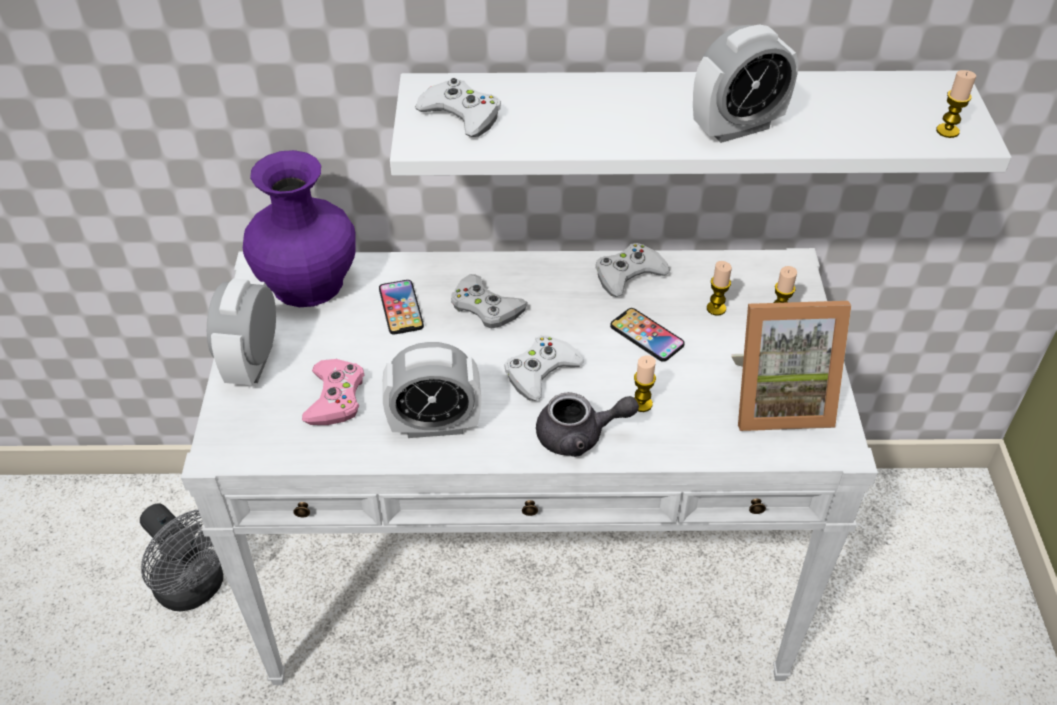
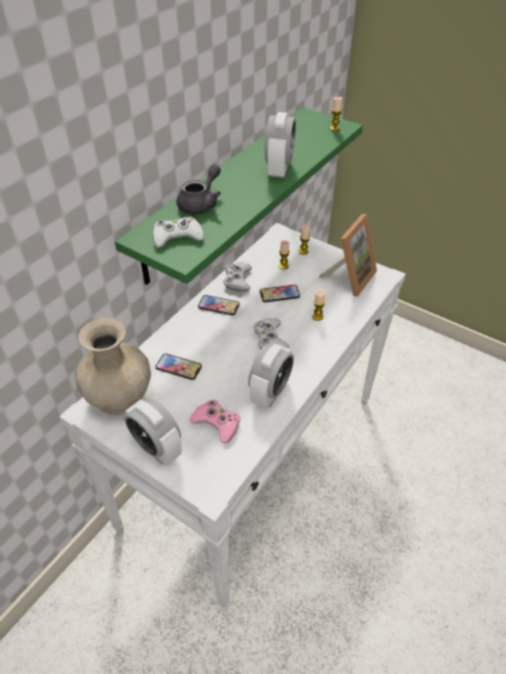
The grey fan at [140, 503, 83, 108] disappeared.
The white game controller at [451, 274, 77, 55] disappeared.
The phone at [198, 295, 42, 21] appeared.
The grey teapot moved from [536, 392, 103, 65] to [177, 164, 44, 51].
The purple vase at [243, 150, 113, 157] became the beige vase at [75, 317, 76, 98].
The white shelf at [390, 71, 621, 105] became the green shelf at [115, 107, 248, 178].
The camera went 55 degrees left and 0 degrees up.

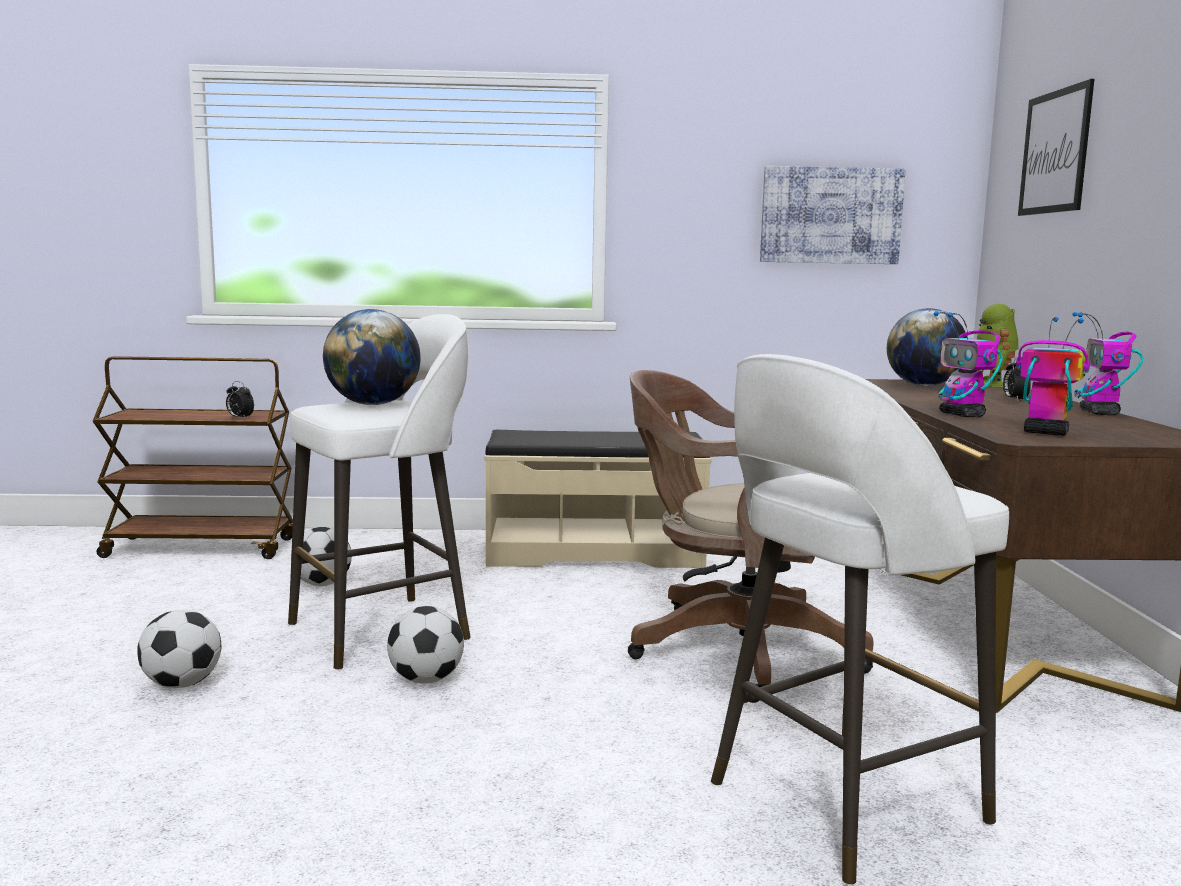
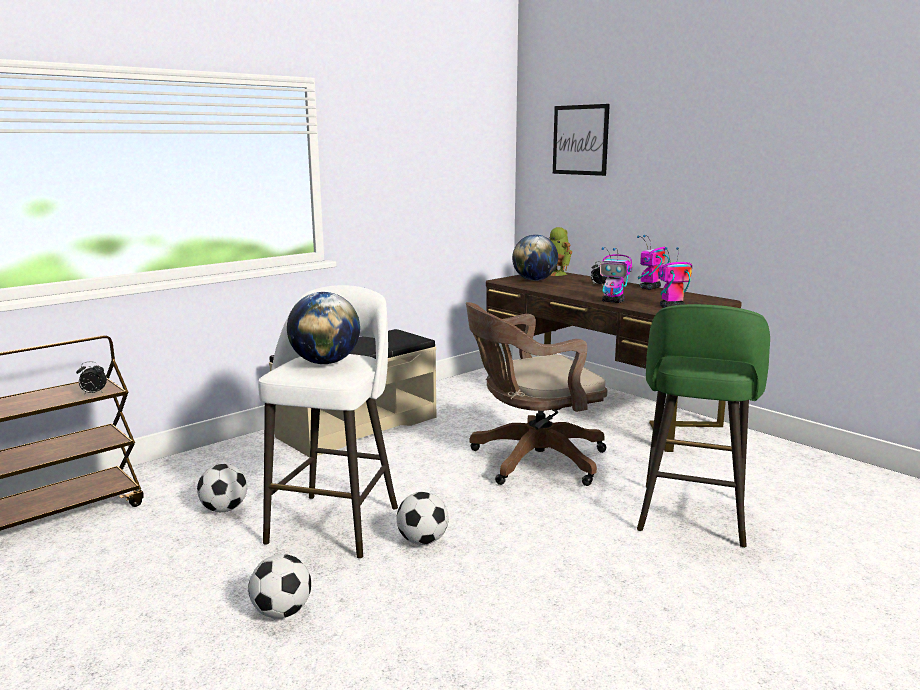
The picture at [760, 166, 146, 98] disappeared.
The white stool at [711, 354, 298, 531] became the green stool at [637, 304, 133, 244].
The toy robot at [1072, 312, 72, 103] turned 75 degrees clockwise.
The camera went 40 degrees left and 5 degrees up.

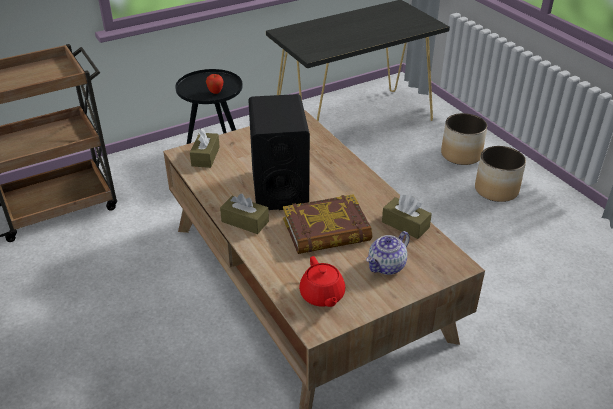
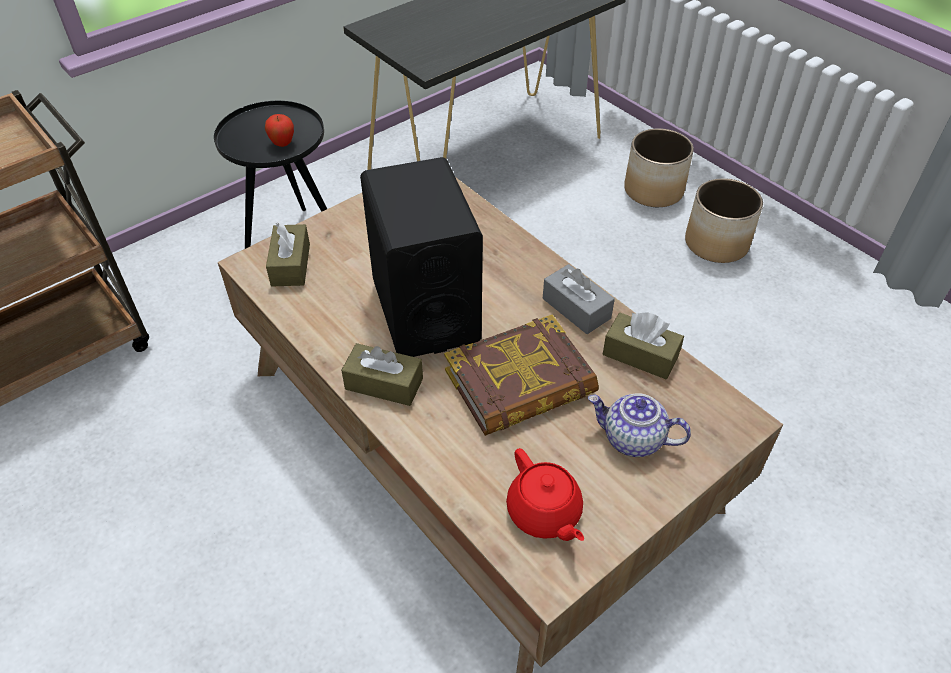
The grey tissue box at [543, 264, 72, 70] appeared.
The teapot at [366, 231, 44, 44] turned 75 degrees clockwise.
The camera went 10 degrees left and 10 degrees up.

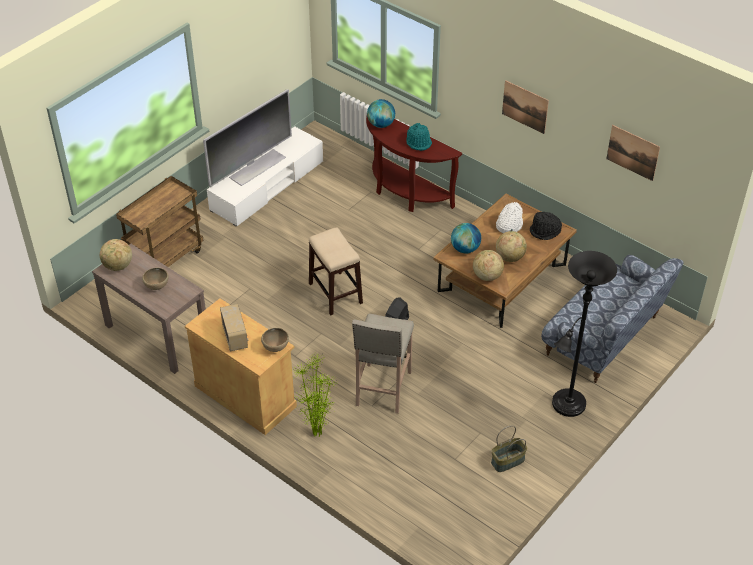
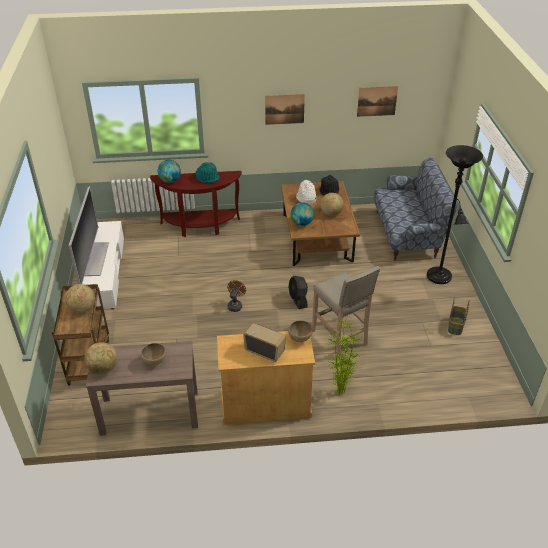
The globe moved from [473, 250, 31, 31] to [65, 284, 30, 29].
The stool at [309, 228, 54, 87] was replaced by the brown fan at [227, 280, 19, 32].
The camera went 45 degrees left and 5 degrees down.

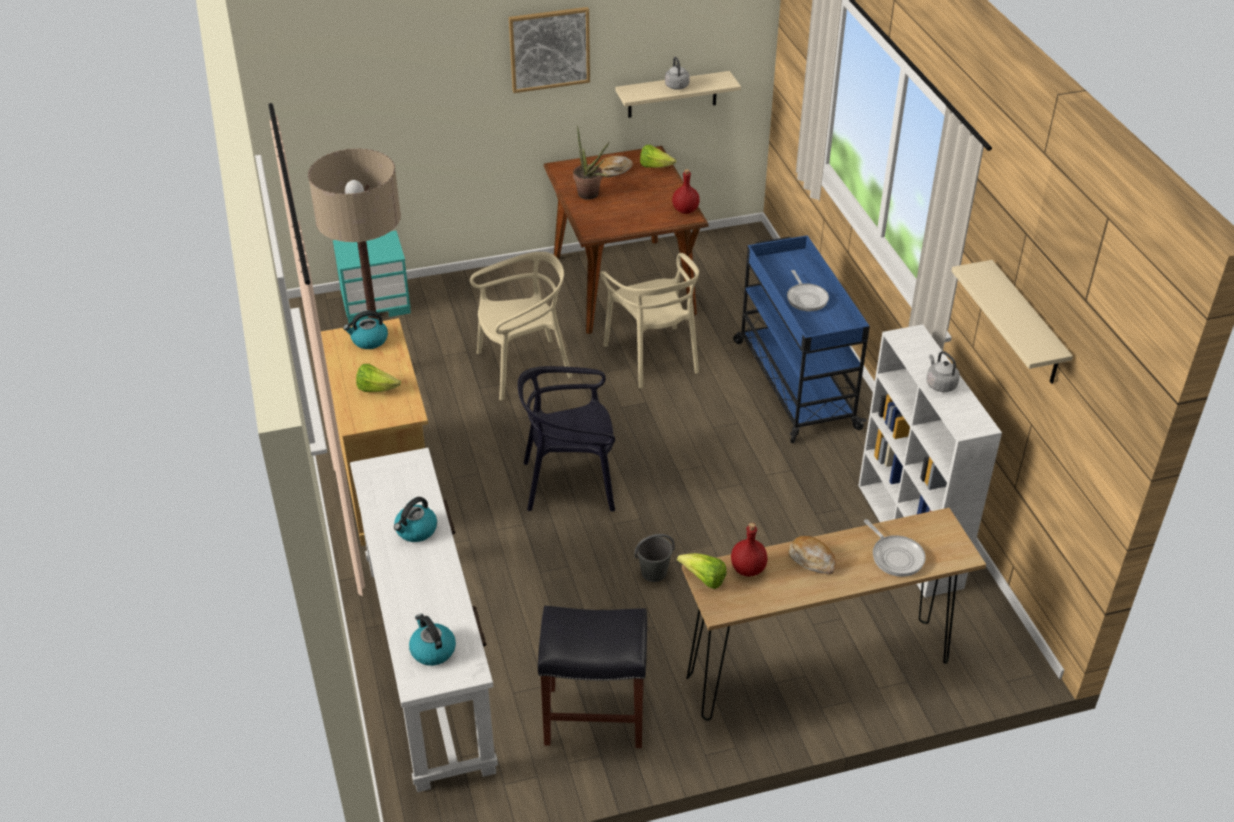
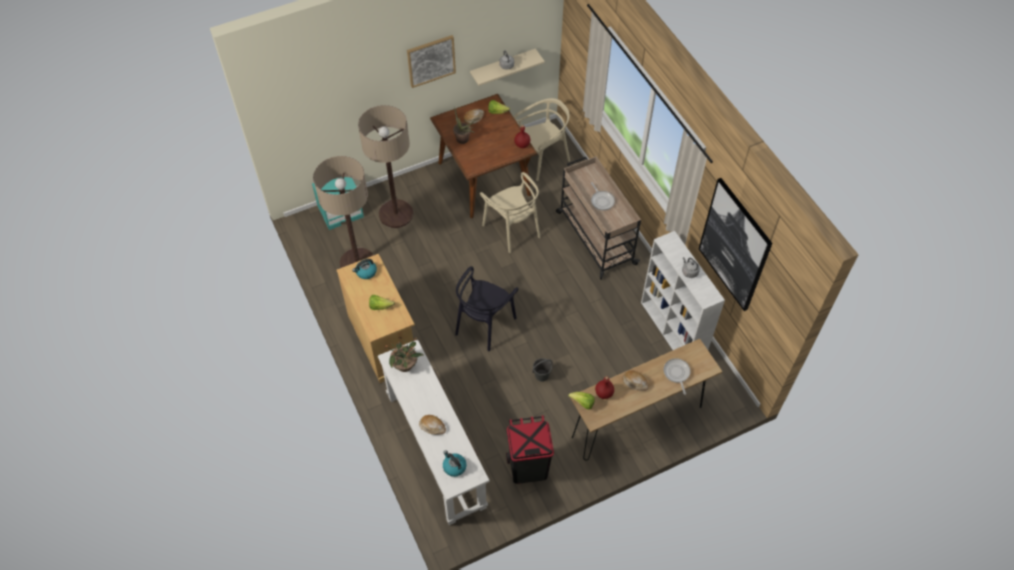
The kettle at [394, 497, 43, 45] disappeared.
The floor lamp at [358, 105, 55, 123] appeared.
The potted plant at [384, 336, 40, 36] appeared.
The bread at [419, 415, 27, 20] appeared.
The beige chair moved from [470, 252, 102, 148] to [514, 98, 56, 83].
The black stool at [538, 606, 109, 142] was replaced by the black trash can at [506, 415, 48, 69].
The beige shelf at [952, 260, 121, 124] was replaced by the picture at [699, 178, 73, 133].
The blue cart at [733, 235, 137, 208] became the beige cart at [556, 156, 85, 124].
The black chair at [518, 366, 97, 145] turned 45 degrees counterclockwise.
The frying pan at [864, 519, 62, 58] turned 150 degrees counterclockwise.
The camera went 10 degrees left and 15 degrees up.

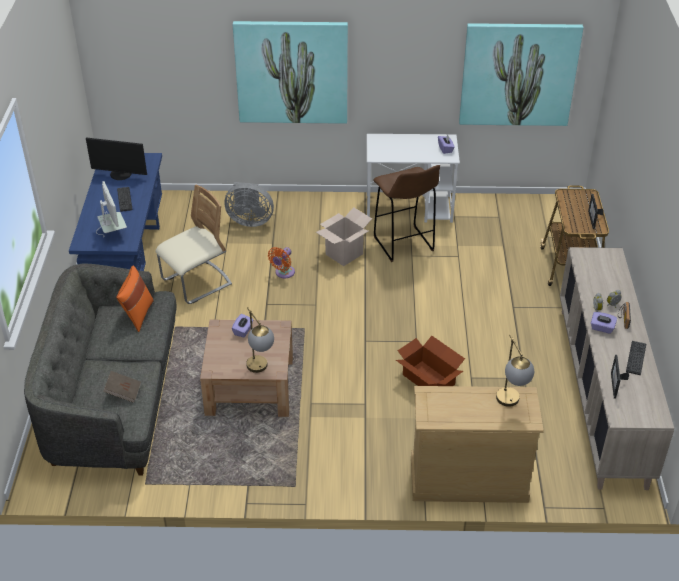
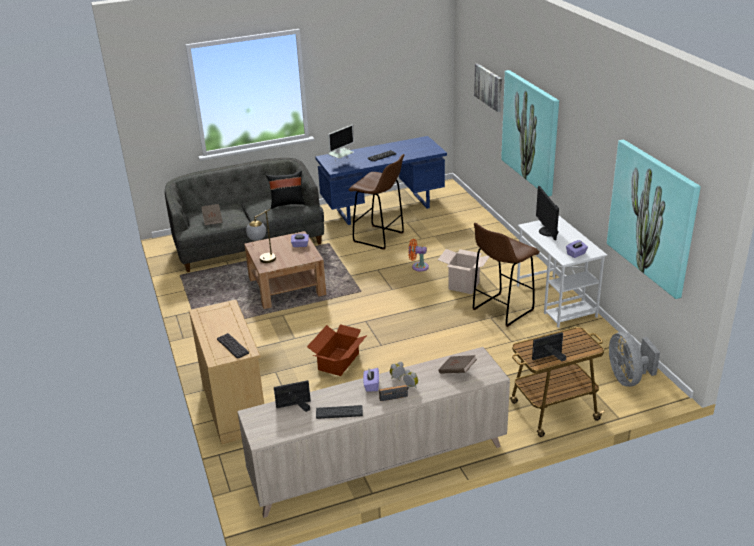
The brown book at [438, 355, 39, 19] appeared.
The picture at [474, 63, 28, 49] appeared.
The monitor moved from [86, 138, 61, 42] to [536, 186, 23, 55].
The grey fan moved from [224, 182, 50, 45] to [609, 332, 51, 55].
The beige chair at [155, 185, 77, 119] was replaced by the brown stool at [349, 154, 55, 96].
The table lamp at [496, 335, 38, 72] was replaced by the keyboard at [217, 333, 32, 26].
The orange pillow at [116, 266, 38, 66] became the black pillow at [266, 171, 39, 38].
The camera went 70 degrees right and 10 degrees down.

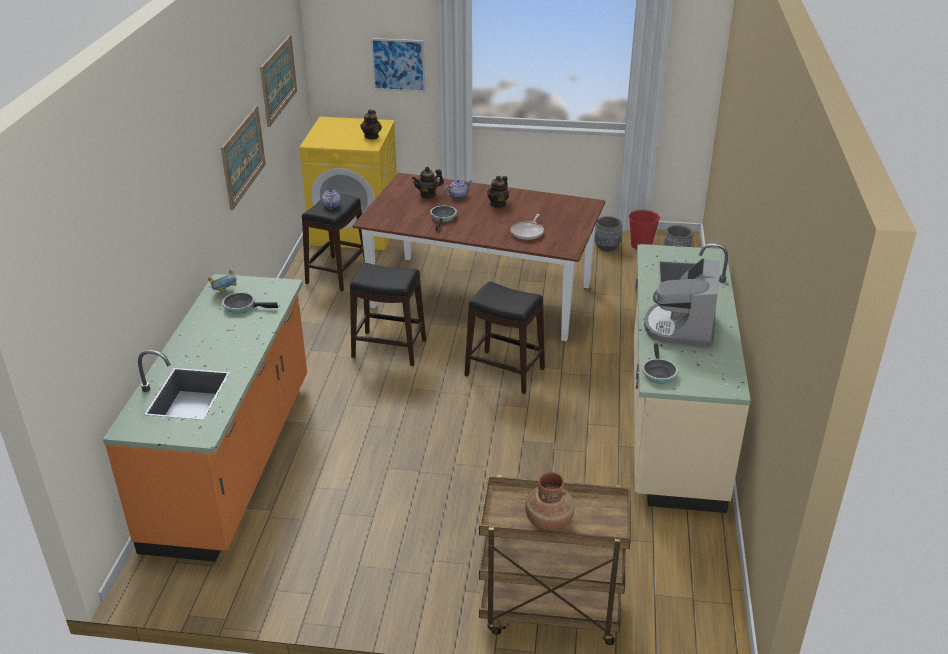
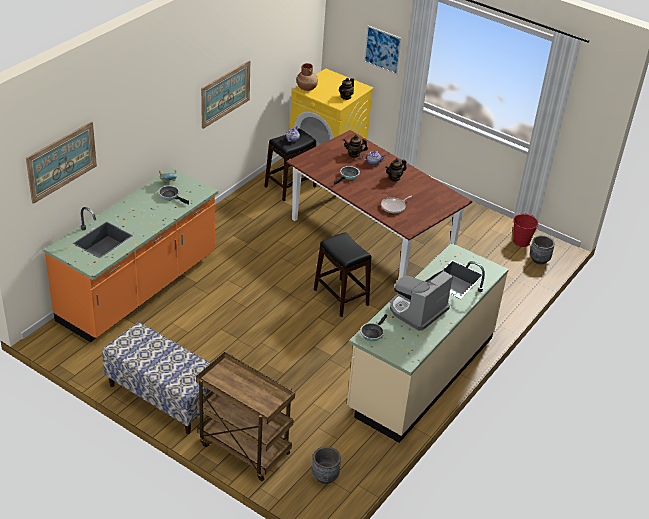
The black stool at [350, 263, 76, 103] disappeared.
The bench at [102, 322, 109, 112] appeared.
The picture moved from [260, 35, 37, 92] to [26, 122, 71, 82].
The brown vase moved from [525, 472, 50, 59] to [297, 63, 21, 28].
The grey planter moved from [594, 216, 29, 35] to [312, 446, 29, 38].
The camera went 25 degrees right and 5 degrees up.

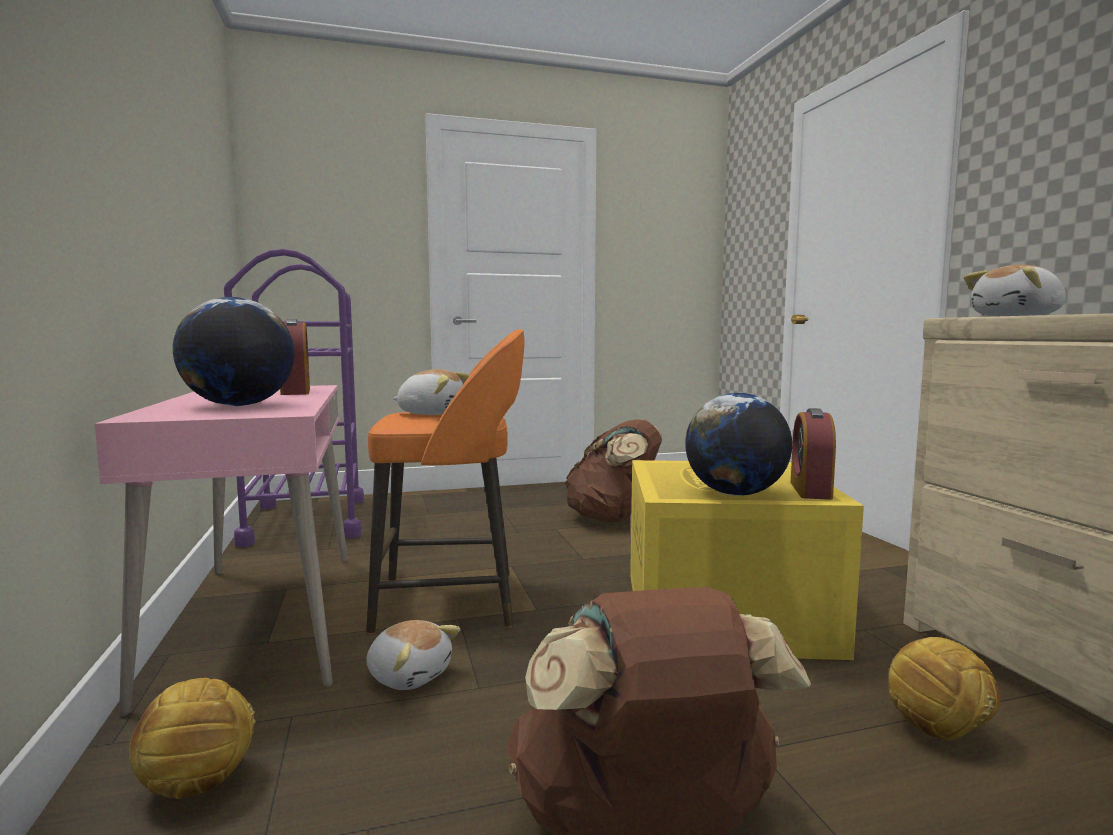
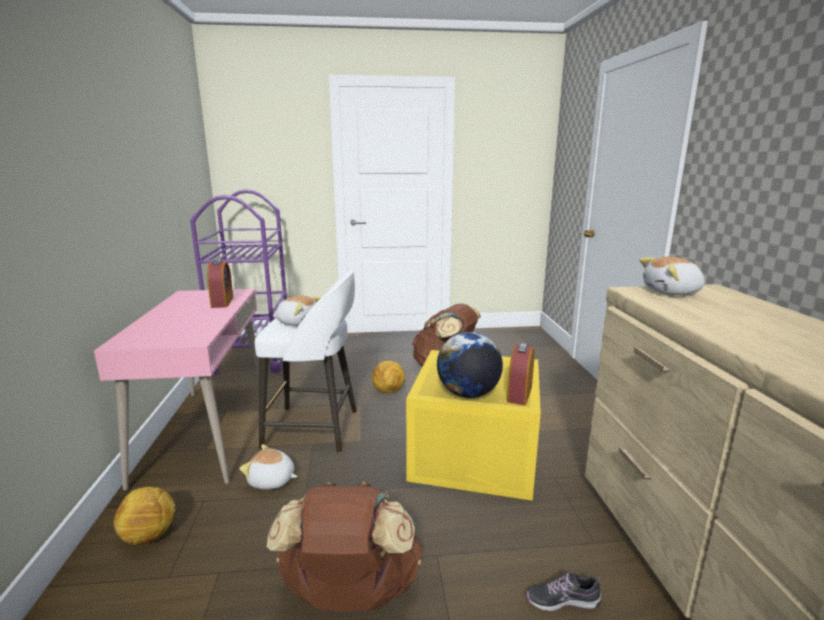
The globe at [173, 297, 121, 109] disappeared.
The shoe at [526, 573, 75, 38] appeared.
The football moved from [889, 637, 111, 103] to [372, 361, 33, 33].
The orange stool at [366, 329, 158, 305] became the white stool at [255, 270, 102, 183].
The plush toy at [366, 620, 95, 70] turned 150 degrees clockwise.
The camera went 10 degrees right and 10 degrees up.

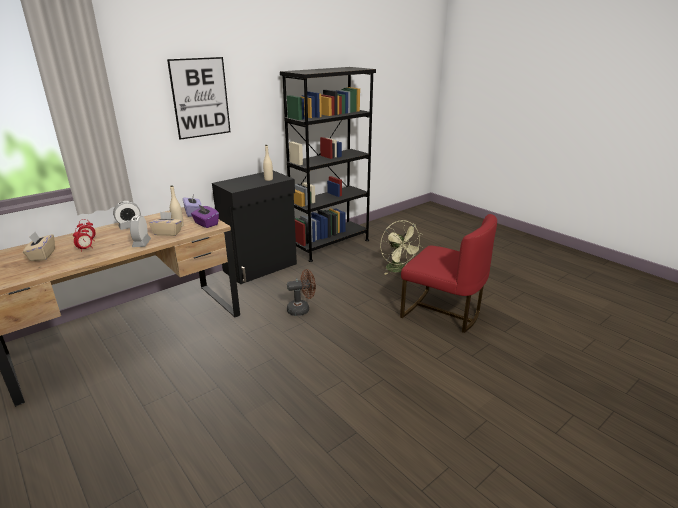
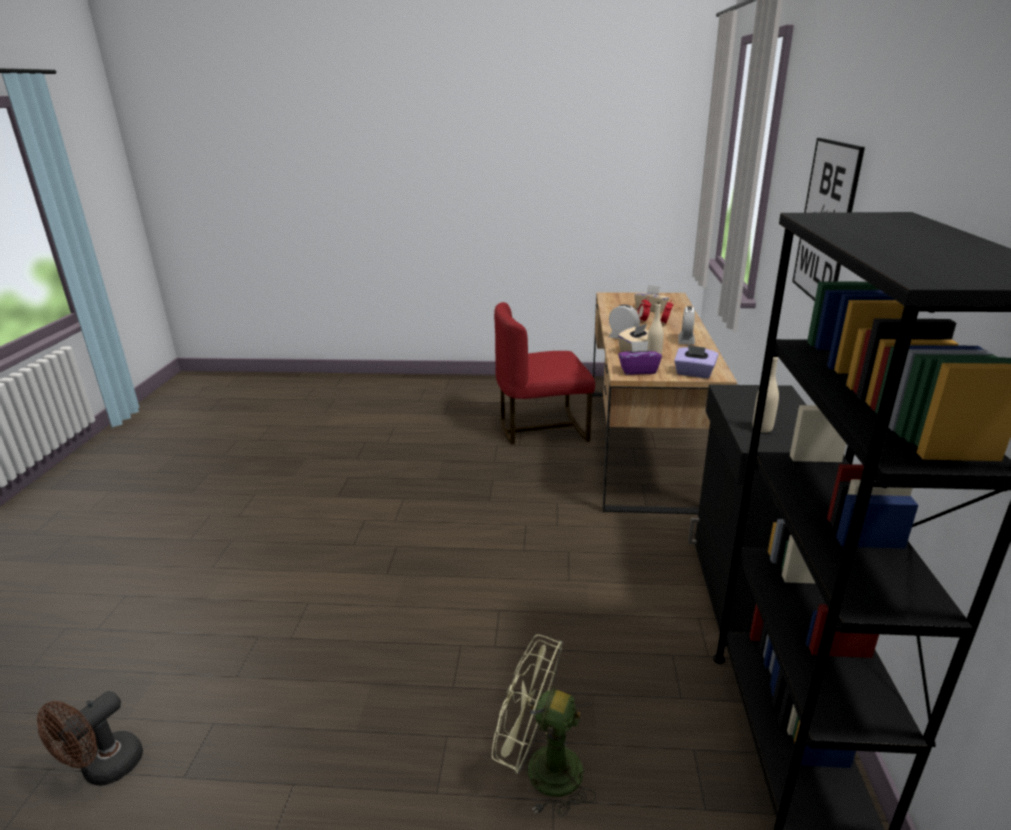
The brown fan moved from [287, 269, 29, 47] to [37, 691, 106, 95].
The red chair moved from [400, 214, 97, 119] to [494, 302, 101, 143].
The camera went 135 degrees right and 0 degrees up.

